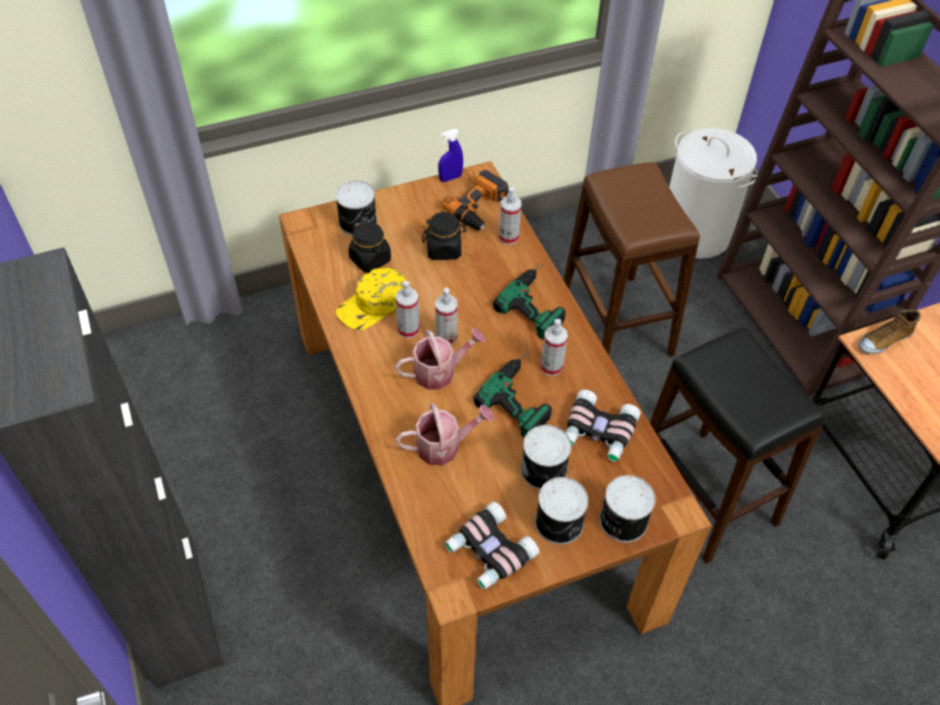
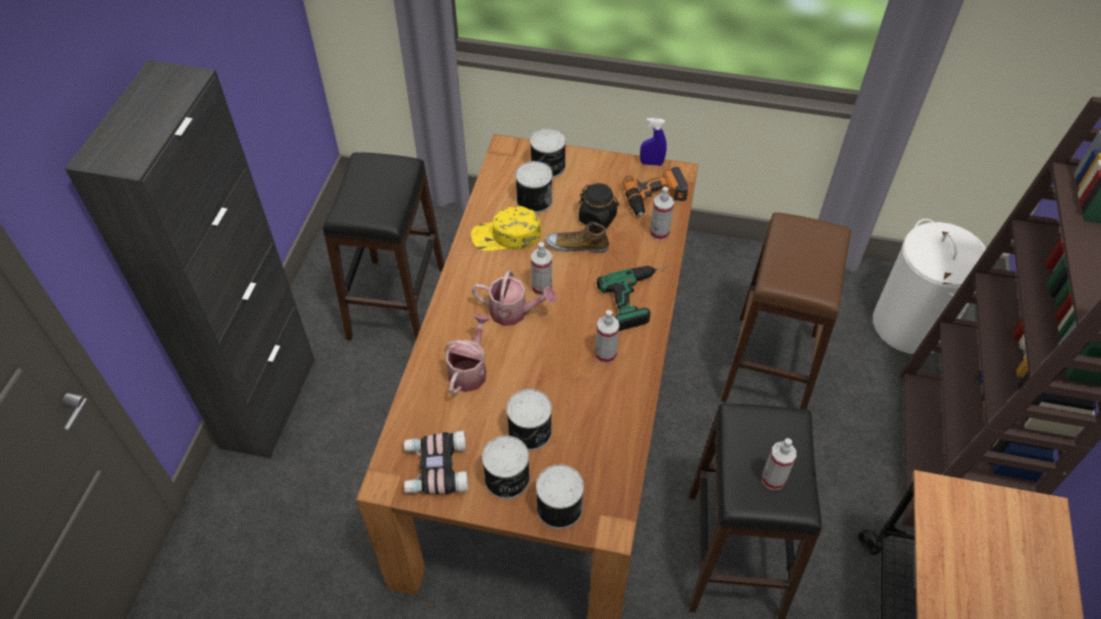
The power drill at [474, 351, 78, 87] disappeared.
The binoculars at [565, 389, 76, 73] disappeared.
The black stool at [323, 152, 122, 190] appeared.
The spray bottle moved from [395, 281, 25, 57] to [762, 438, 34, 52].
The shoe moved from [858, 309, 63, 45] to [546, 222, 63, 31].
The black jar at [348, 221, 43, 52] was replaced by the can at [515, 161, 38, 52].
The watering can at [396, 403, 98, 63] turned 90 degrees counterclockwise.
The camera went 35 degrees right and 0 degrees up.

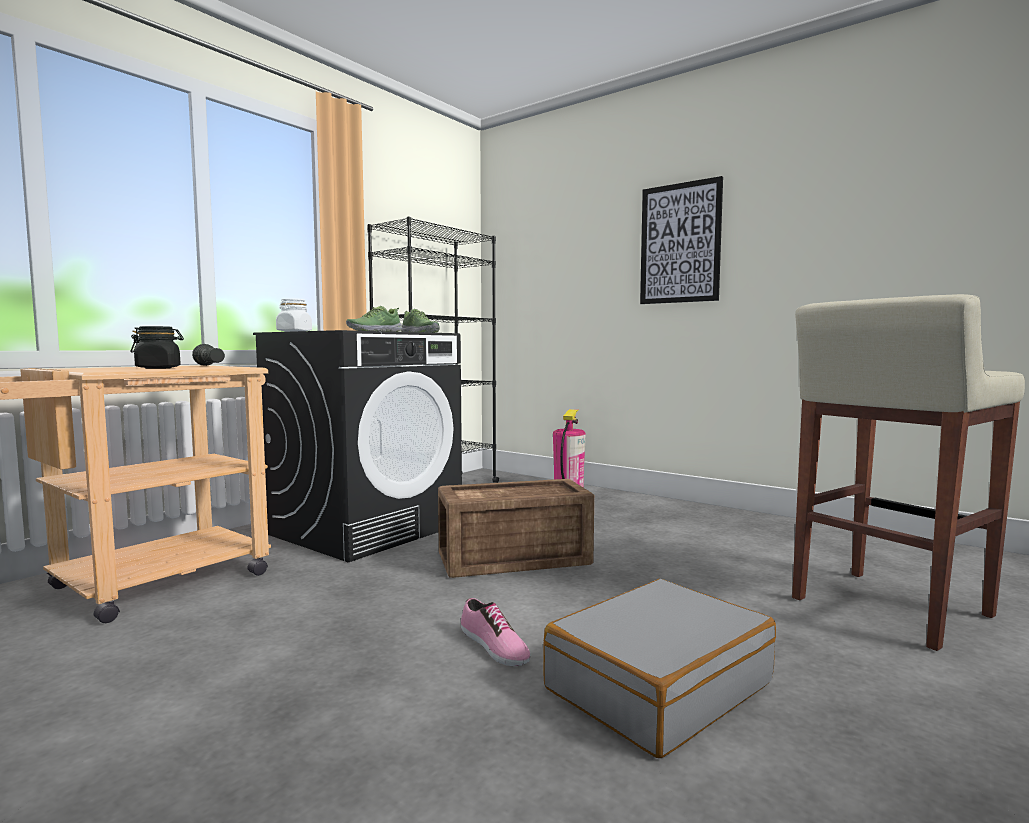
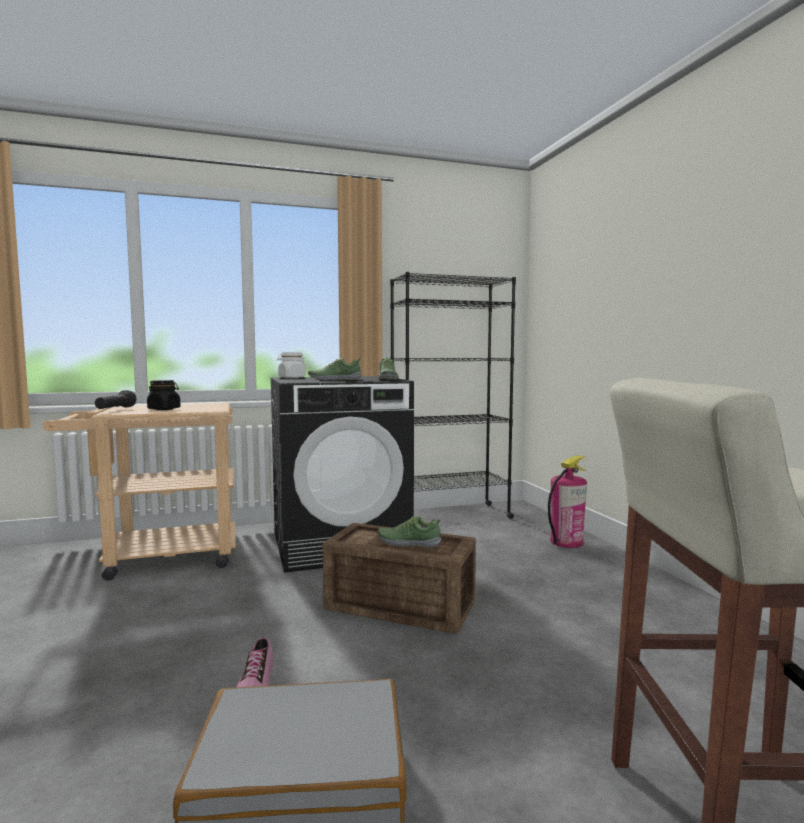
The picture at [640, 176, 83, 128] disappeared.
The shoe at [377, 516, 64, 32] appeared.
The black flashlight moved from [192, 344, 33, 22] to [95, 390, 41, 19].
The camera went 35 degrees right and 0 degrees up.

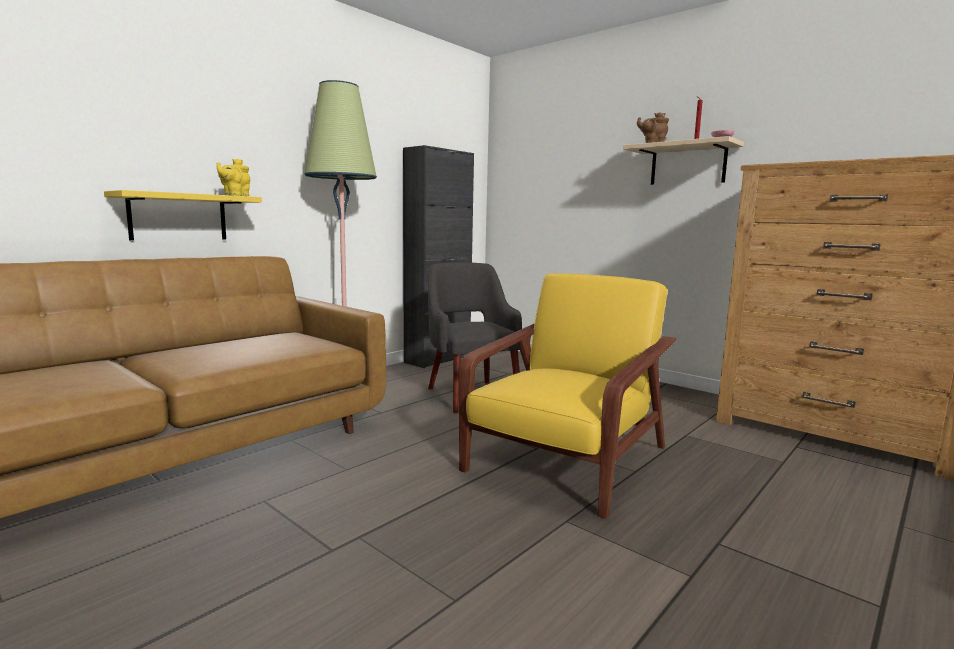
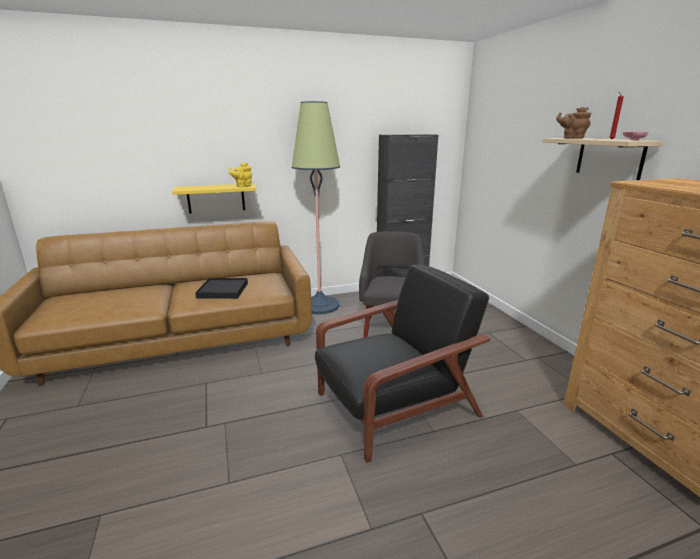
The black tray at [195, 278, 53, 21] appeared.
The yellow armchair at [459, 273, 217, 246] became the black armchair at [315, 264, 176, 199].
The camera went 30 degrees right and 10 degrees up.

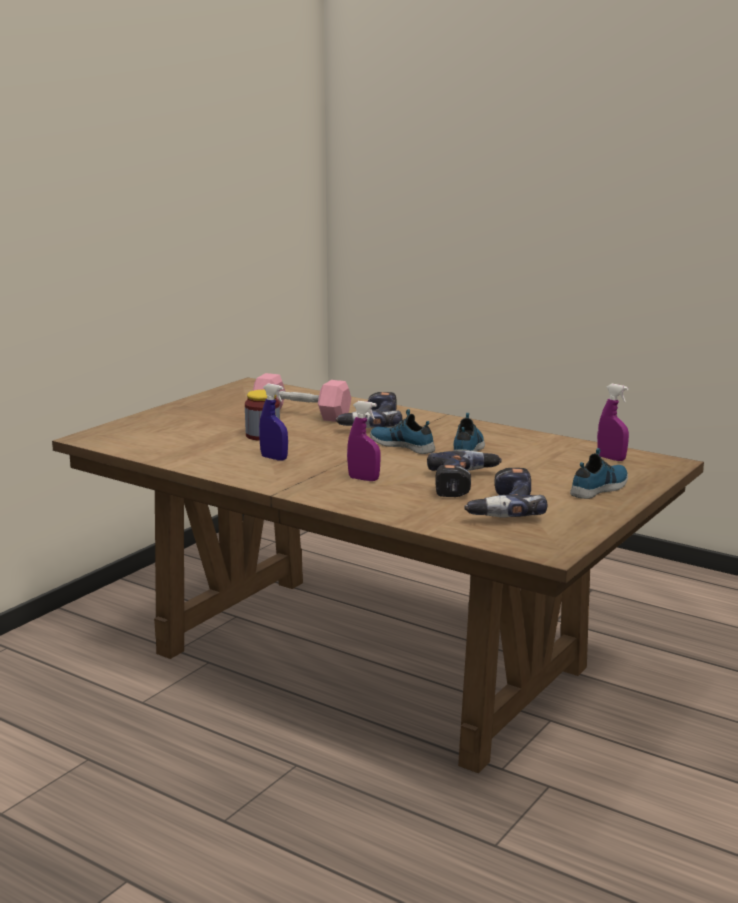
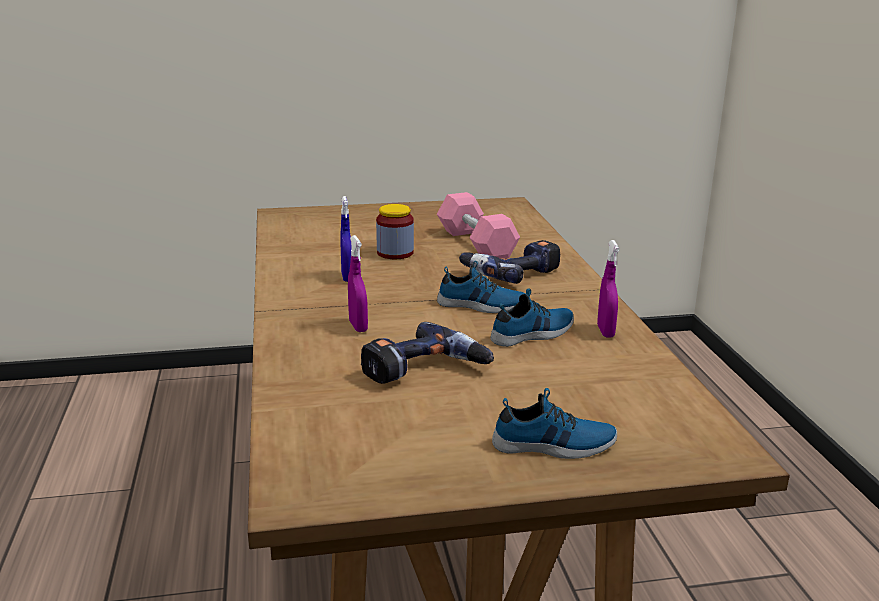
The power drill at [465, 468, 82, 50] disappeared.
The purple spray bottle moved from [597, 384, 32, 77] to [597, 240, 23, 98].
The shoe at [370, 409, 65, 45] turned 105 degrees clockwise.
The camera went 45 degrees right and 5 degrees up.

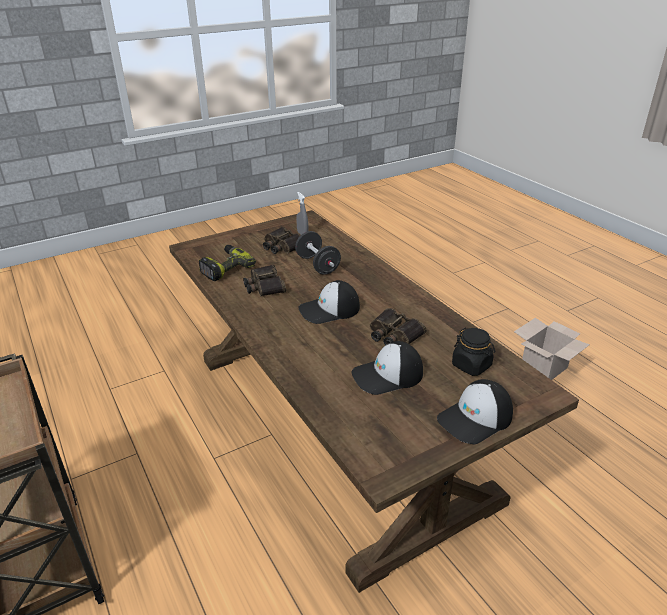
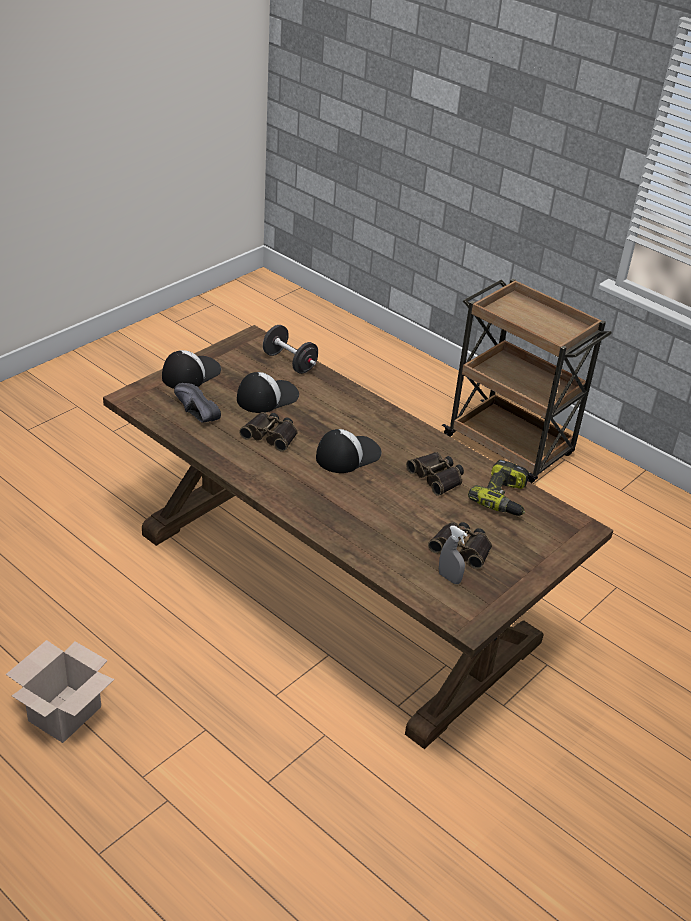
The black dumbbell moved from [295, 231, 46, 44] to [263, 325, 55, 49].
The black jar at [452, 328, 43, 48] was replaced by the black shoe at [174, 383, 47, 40].
The camera went 160 degrees right and 5 degrees up.

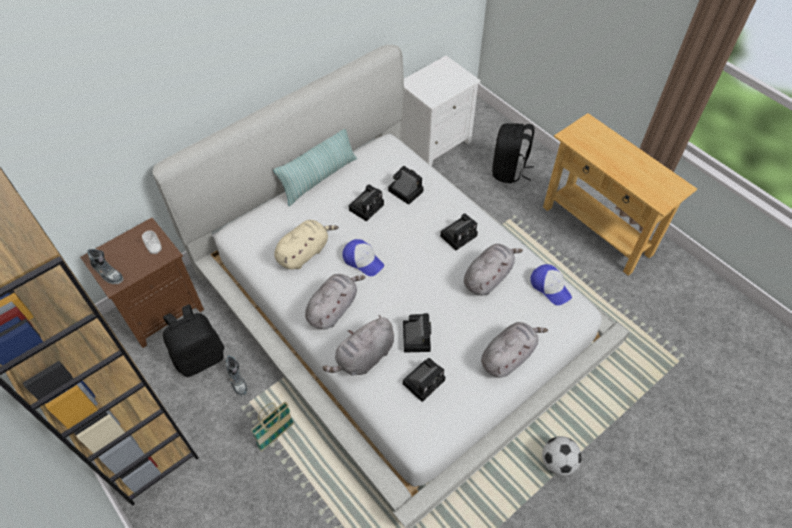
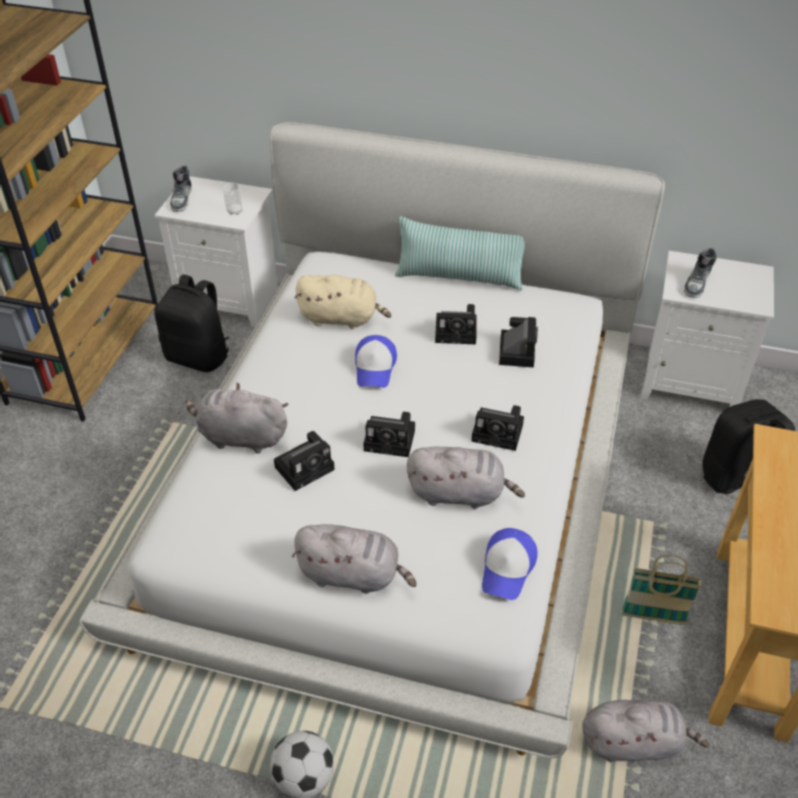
The shoe moved from [226, 355, 22, 42] to [684, 248, 33, 50].
The basket moved from [250, 401, 44, 51] to [621, 555, 80, 70].
The grey plush toy moved from [305, 274, 61, 56] to [582, 700, 128, 62].
The photo camera moved from [403, 358, 42, 44] to [363, 412, 52, 45].
The brown nightstand at [80, 218, 124, 130] became the white nightstand at [154, 176, 124, 151].
The camera went 55 degrees right and 10 degrees down.

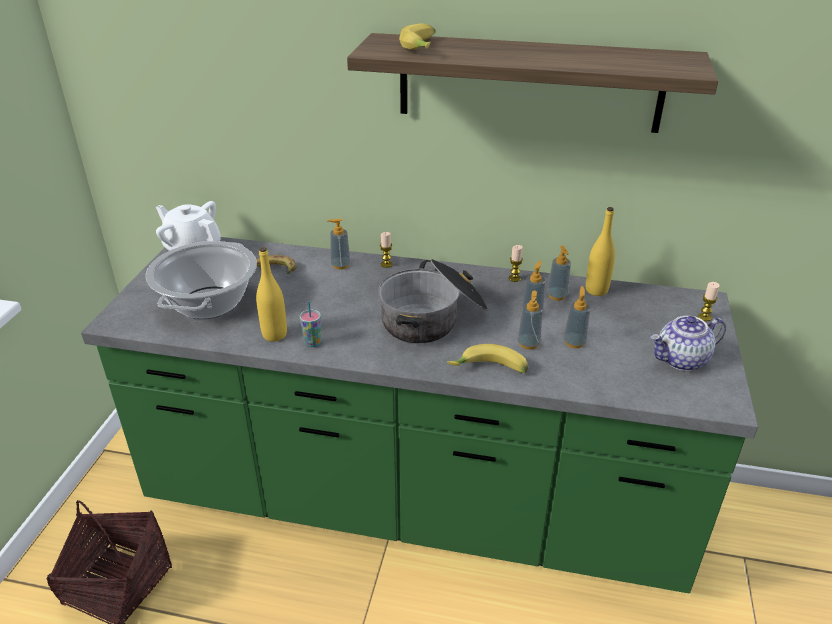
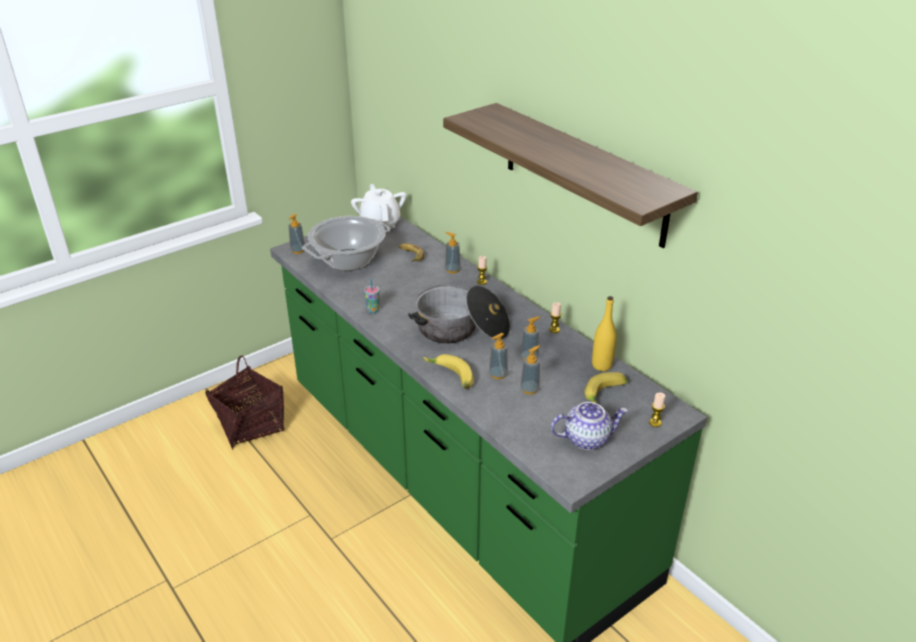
The yellow bottle at [256, 247, 31, 95] disappeared.
The banana moved from [399, 23, 36, 27] to [584, 372, 44, 31].
The soap dispenser moved from [547, 246, 24, 55] to [289, 214, 17, 40].
The teapot at [650, 316, 76, 55] turned 150 degrees clockwise.
The camera went 40 degrees right and 0 degrees up.

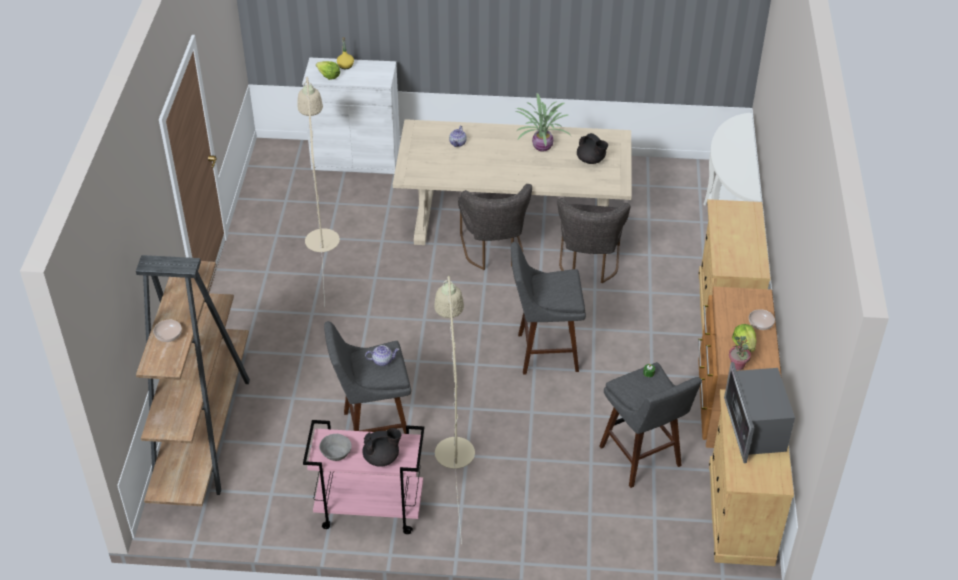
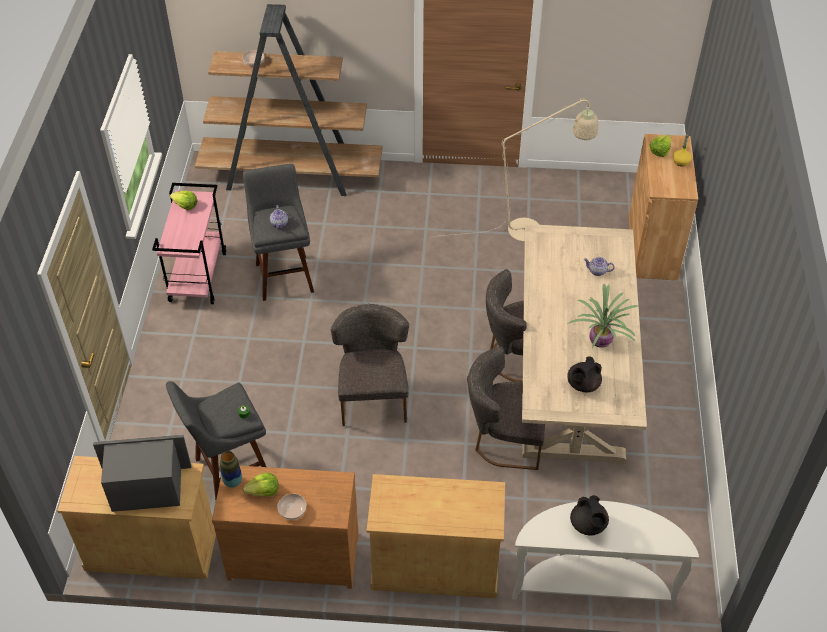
The beige floor lamp at [434, 276, 41, 269] disappeared.
The black teapot moved from [362, 428, 39, 39] to [570, 495, 39, 41].
The grey bowl at [319, 434, 33, 27] was replaced by the lettuce at [170, 191, 28, 19].
The grey stool at [511, 242, 75, 133] was replaced by the grey chair at [331, 303, 78, 123].
The potted plant at [729, 336, 22, 34] was replaced by the vase at [220, 451, 22, 37].
The white cabinet at [302, 57, 98, 117] became the brown cabinet at [629, 134, 69, 146].
The camera went 90 degrees right and 5 degrees up.

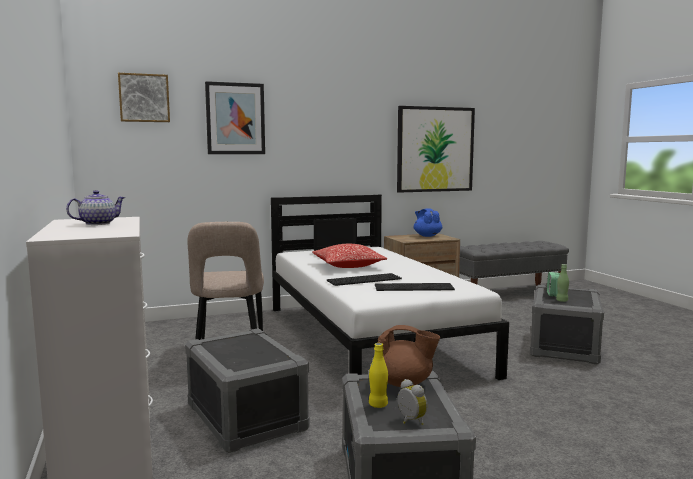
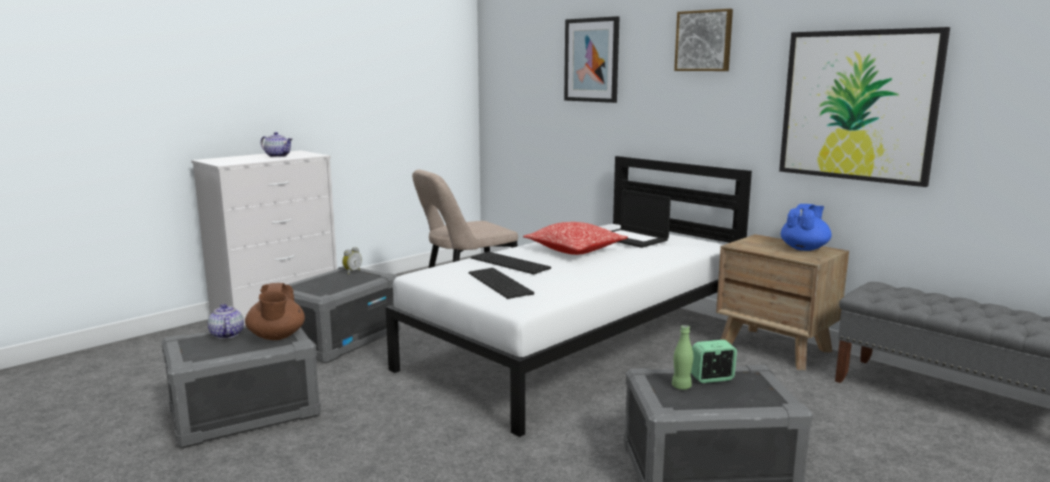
The picture moved from [118, 73, 52, 49] to [674, 9, 59, 62].
The alarm clock moved from [397, 379, 30, 46] to [342, 247, 20, 27].
The yellow bottle at [369, 343, 19, 65] was replaced by the teapot at [208, 304, 36, 35].
The camera went 65 degrees right and 5 degrees up.

